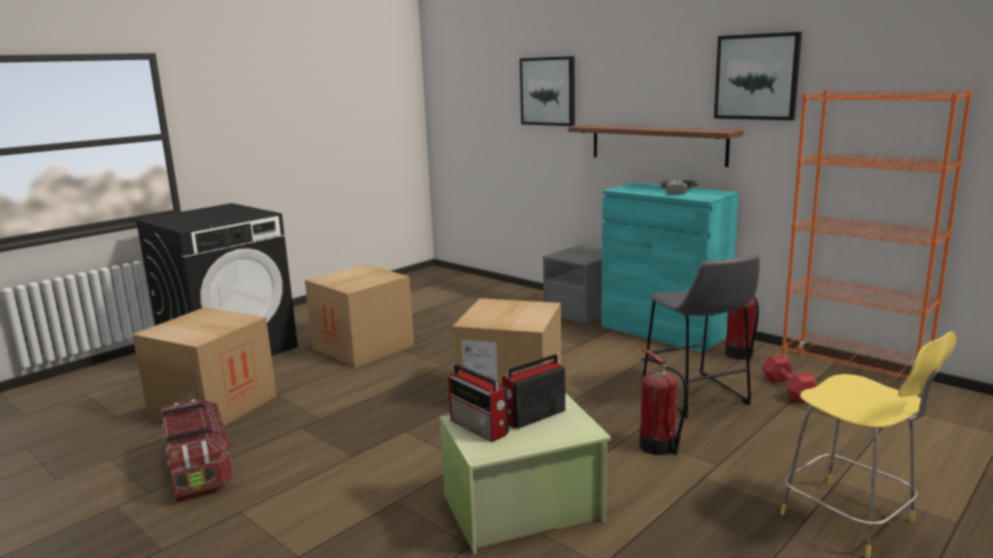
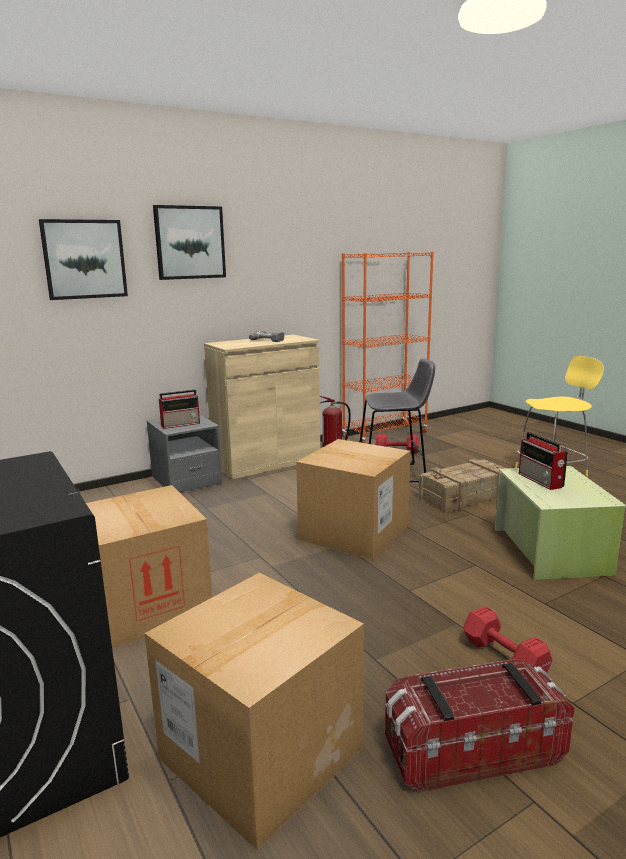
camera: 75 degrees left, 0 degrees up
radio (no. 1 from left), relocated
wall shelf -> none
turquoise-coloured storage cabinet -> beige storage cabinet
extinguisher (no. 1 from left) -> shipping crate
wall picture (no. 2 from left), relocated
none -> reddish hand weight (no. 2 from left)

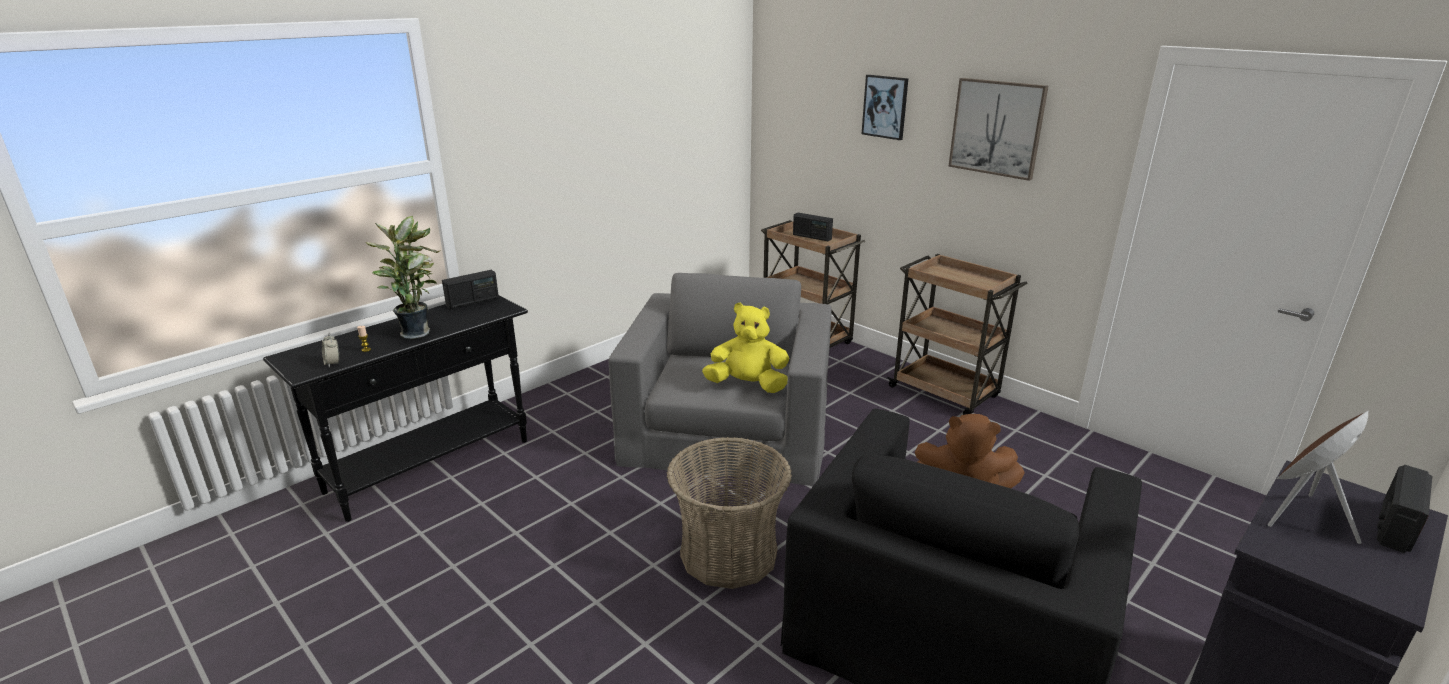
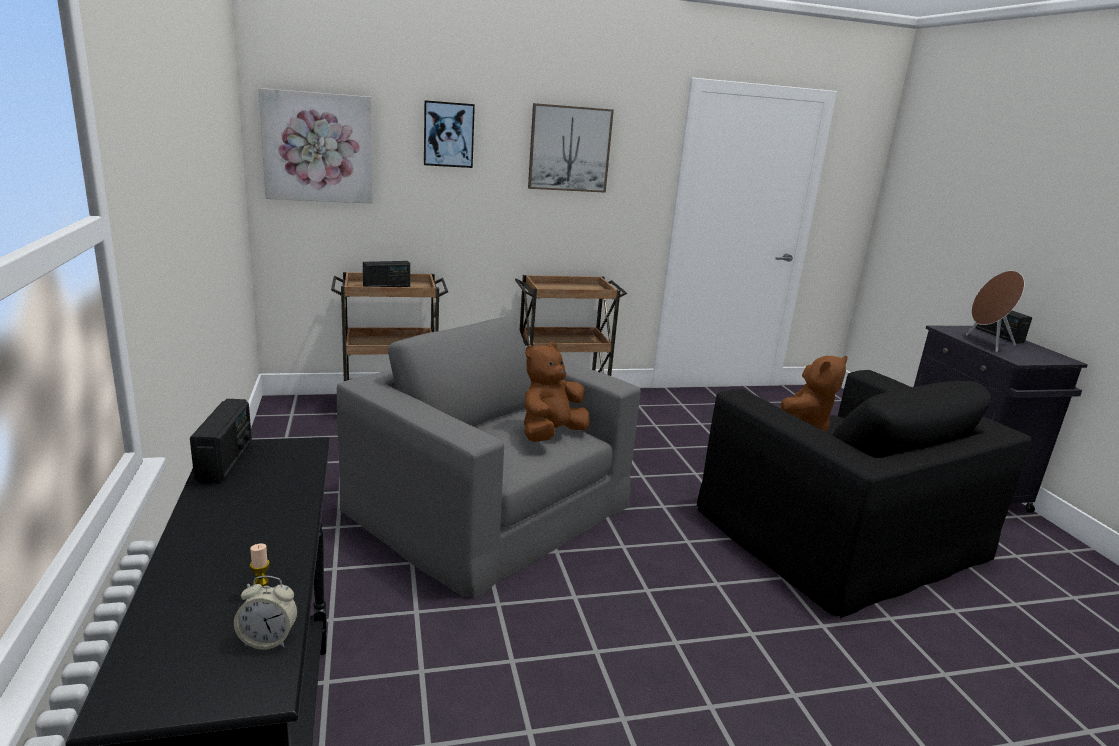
camera: 60 degrees left, 5 degrees down
plant in a pot -> none
storage basket -> none
yellow-coloured soft toy -> brown-coloured soft toy (no. 1 from left)
none -> wall picture (no. 1 from left)

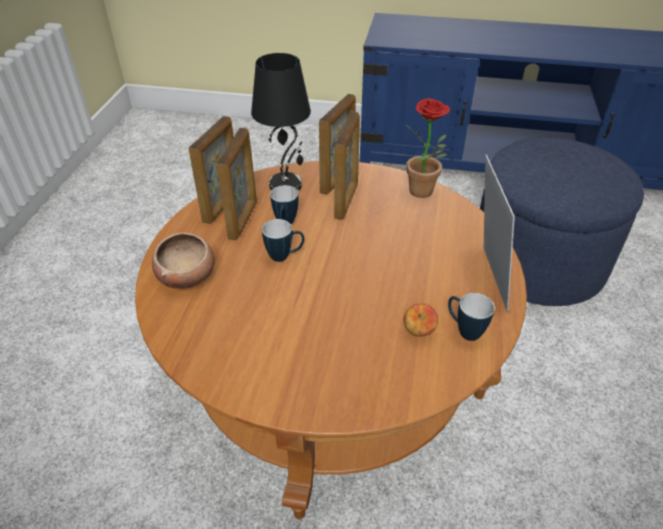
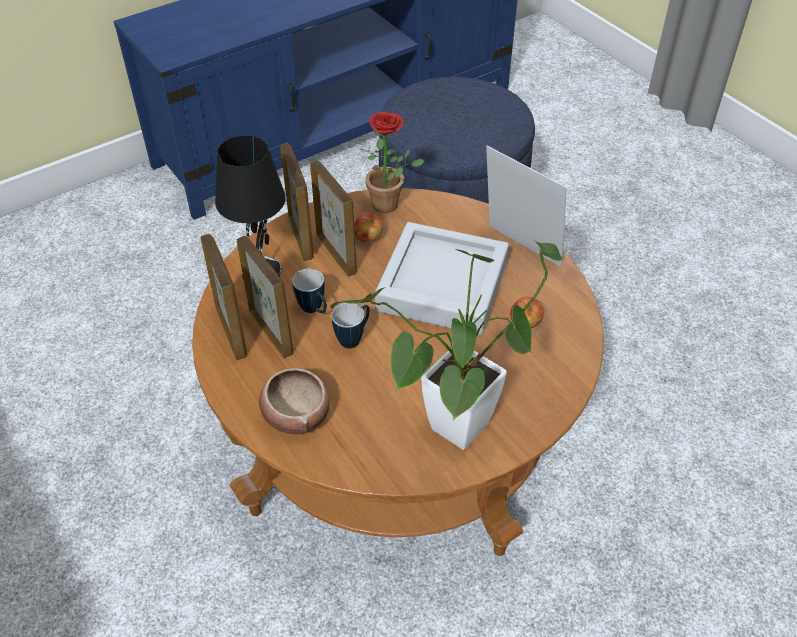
camera: 45 degrees left, 5 degrees up
coffee mug (no. 3 from left) -> none
none -> plant in a pot (no. 2 from left)
none -> apple fruit (no. 1 from left)
none -> gray tray

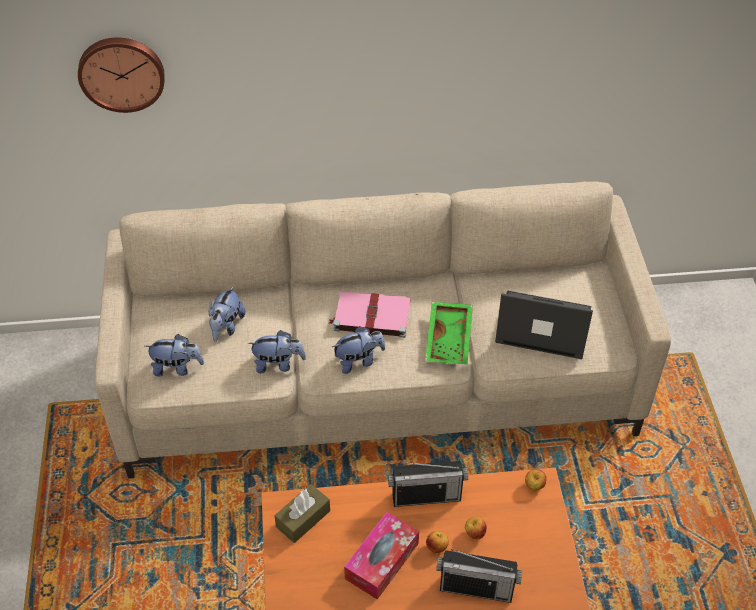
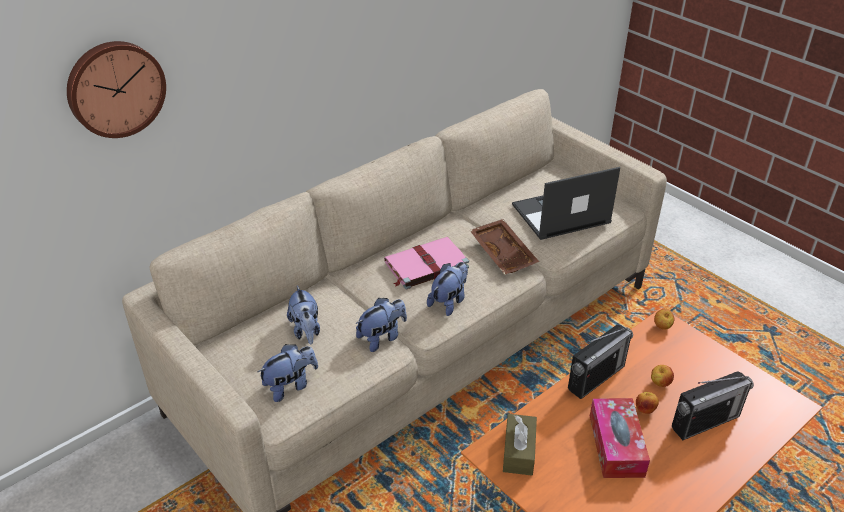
camera: 35 degrees left, 10 degrees down
green-coloured tray -> brown-coloured tray

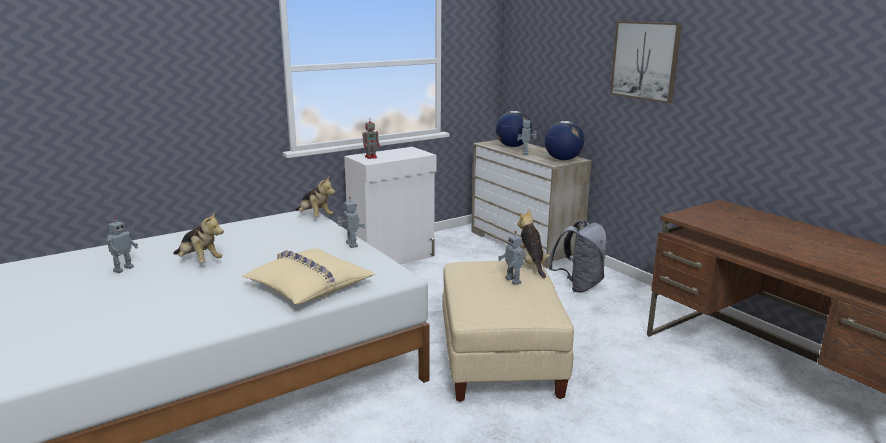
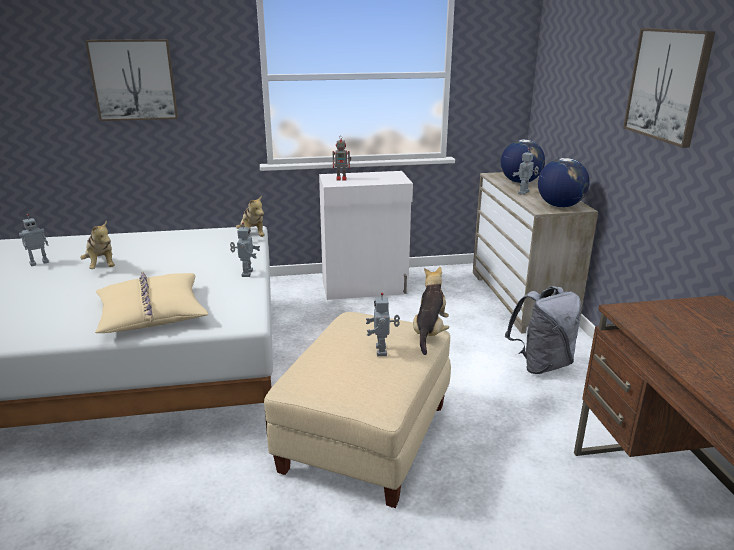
camera: 25 degrees right, 5 degrees up
none -> wall picture (no. 1 from left)

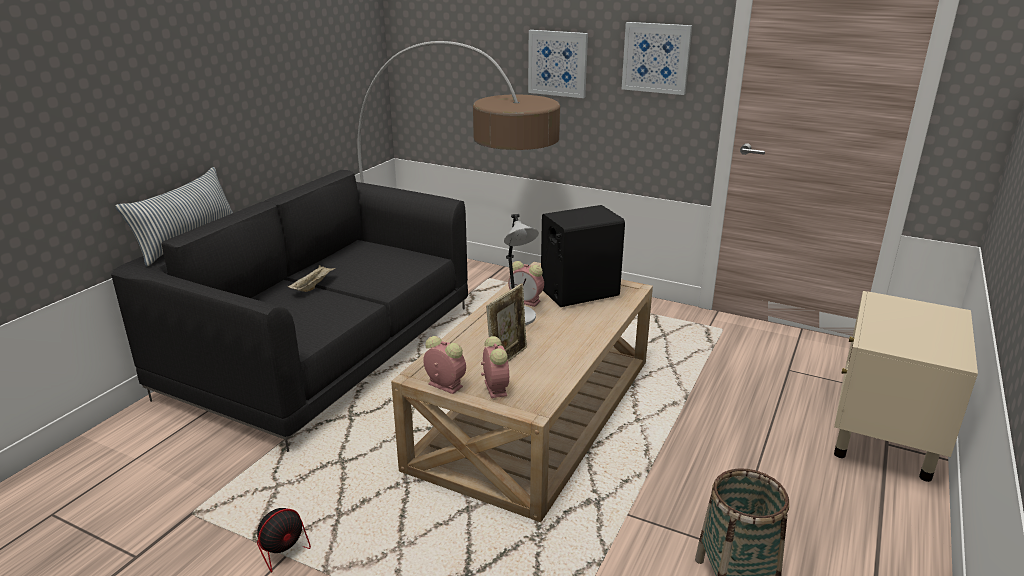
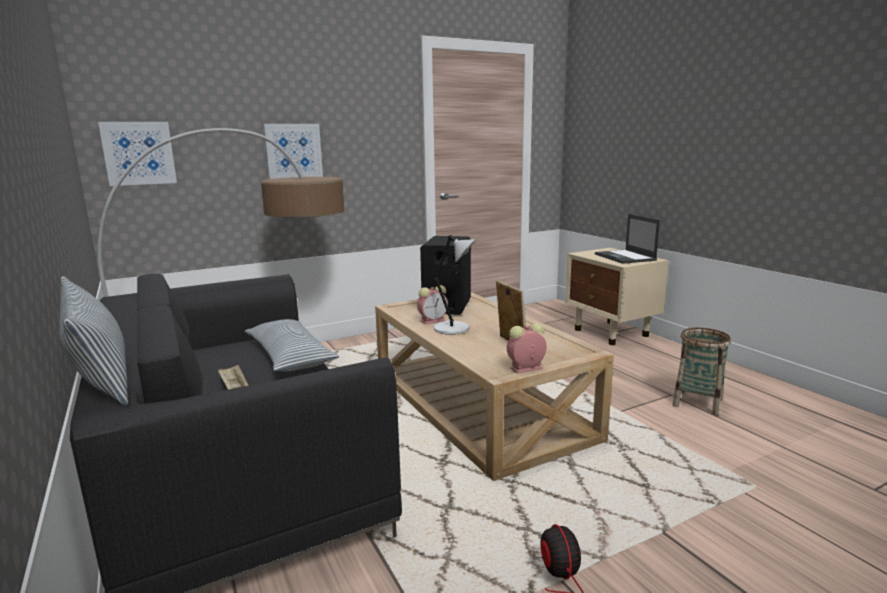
camera: 55 degrees left, 10 degrees down
alarm clock (no. 2 from left) -> none
wall picture (no. 2 from left in the first image) -> wall picture (no. 1 from left), relocated
none -> throw pillow (no. 2 from left)
none -> laptop

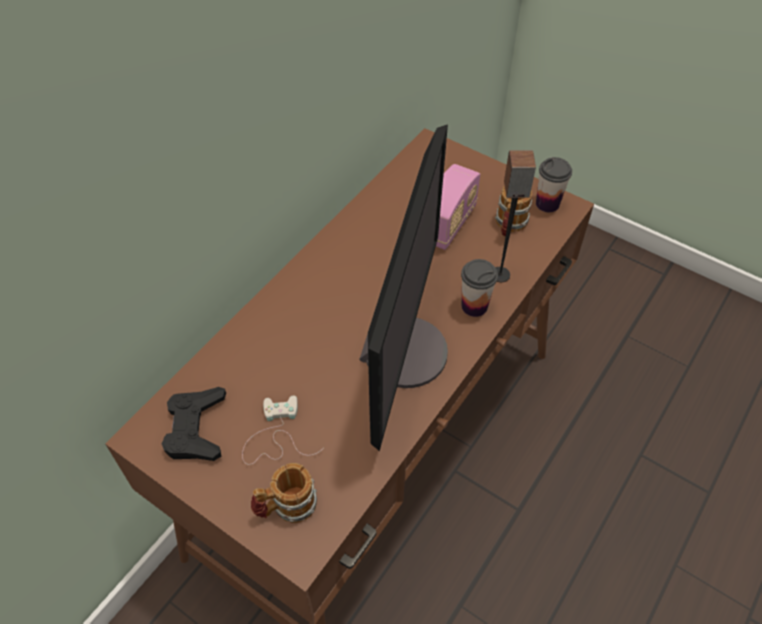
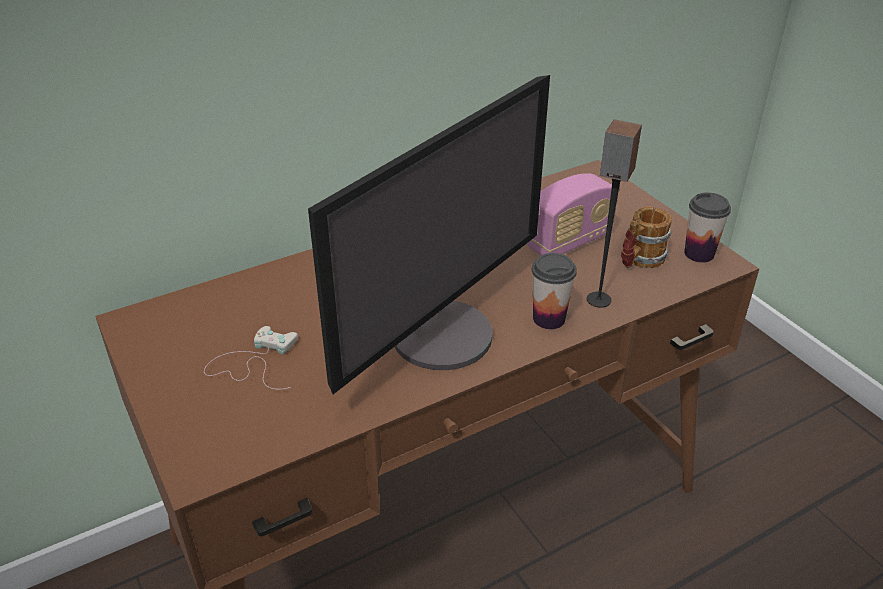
camera: 25 degrees right, 15 degrees down
black gamepad -> none
coffee mug (no. 1 from left) -> none

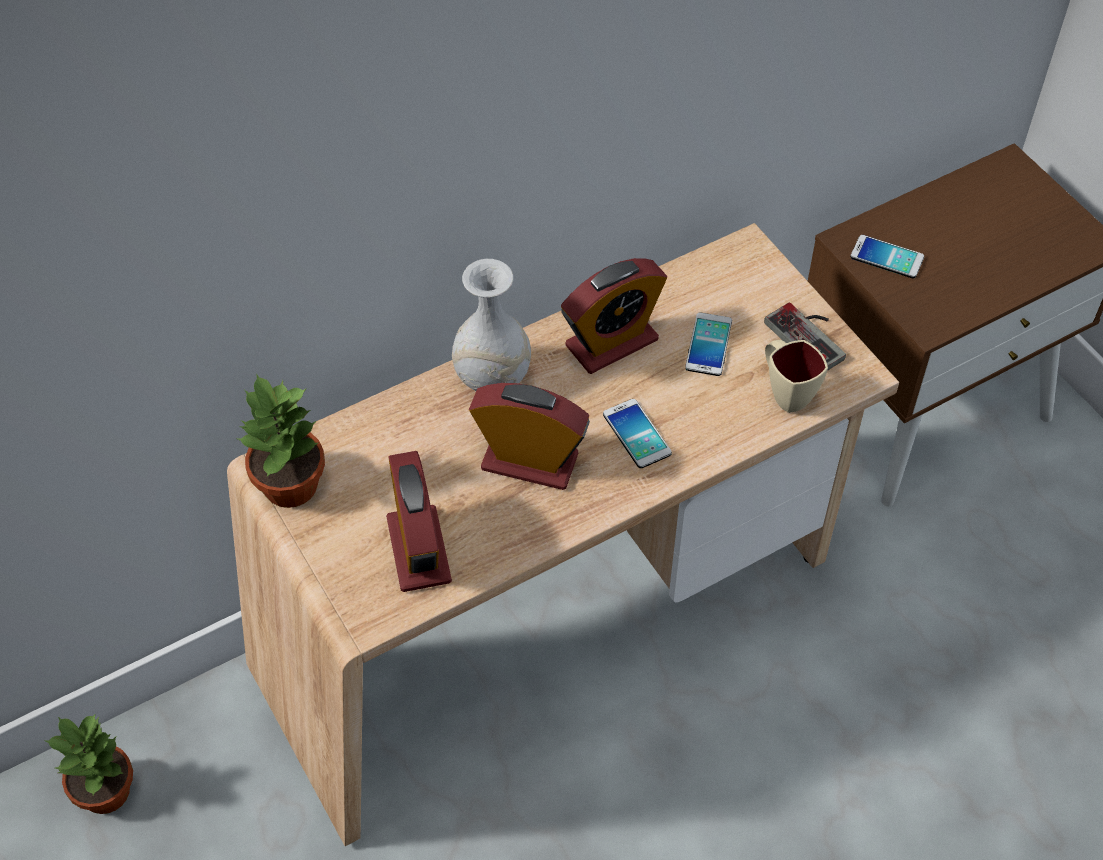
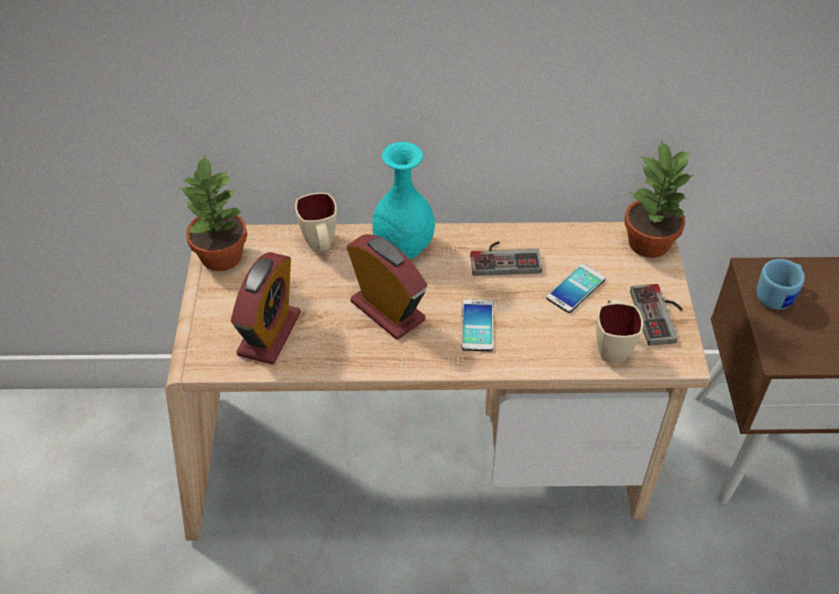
camera: 30 degrees right, 5 degrees down
plant in a pot (no. 1 from left in the first image) -> plant in a pot (no. 2 from left), relocated
white-coloured vase -> turquoise-coloured vase
alarm clock (no. 3 from left) -> gamepad (no. 1 from left)
handset (no. 3 from left) -> blue-coloured coffee mug
none -> beige coffee mug (no. 1 from left)

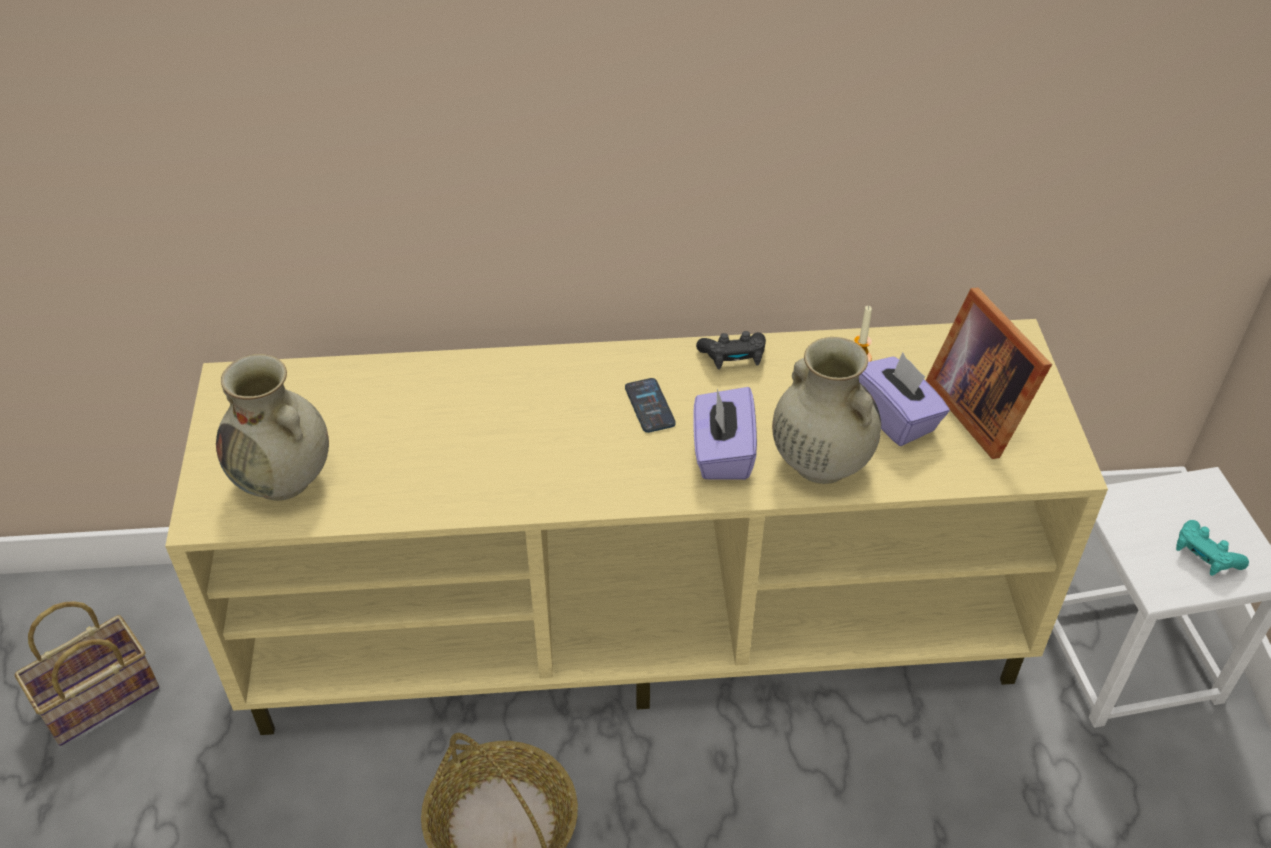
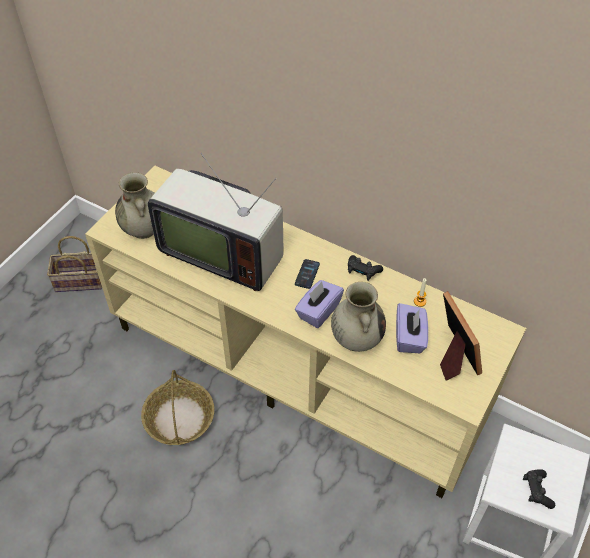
camera: 35 degrees right, 5 degrees up
photo frame, 150 degrees clockwise
turquoise-coloured gamepad -> black gamepad (no. 2 from left)
none -> television

